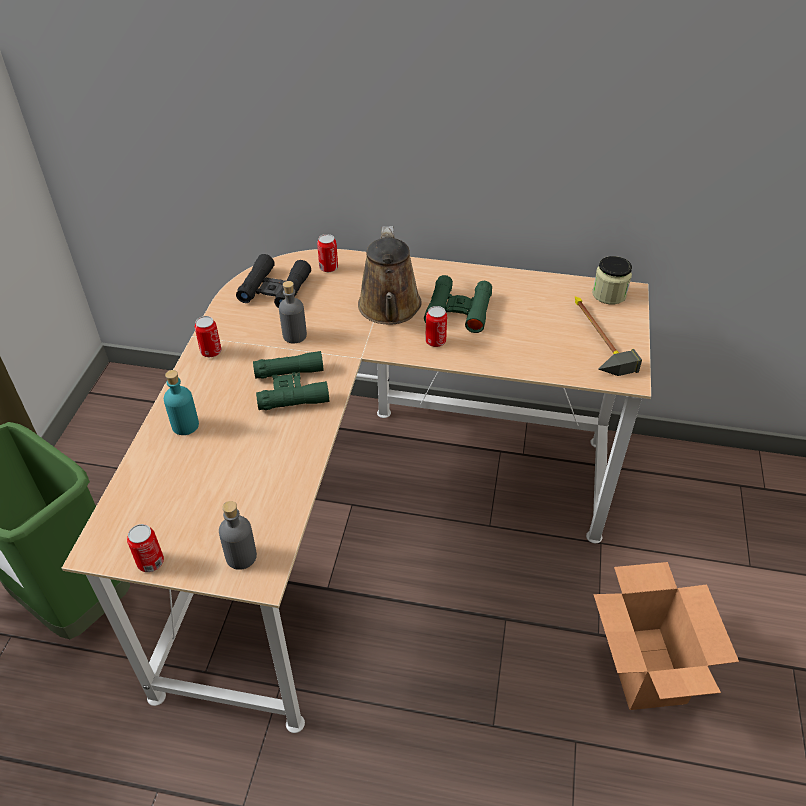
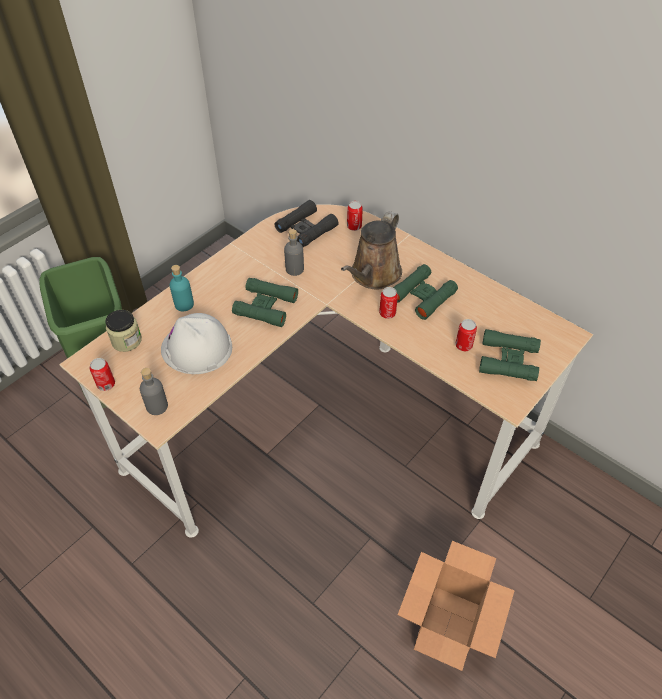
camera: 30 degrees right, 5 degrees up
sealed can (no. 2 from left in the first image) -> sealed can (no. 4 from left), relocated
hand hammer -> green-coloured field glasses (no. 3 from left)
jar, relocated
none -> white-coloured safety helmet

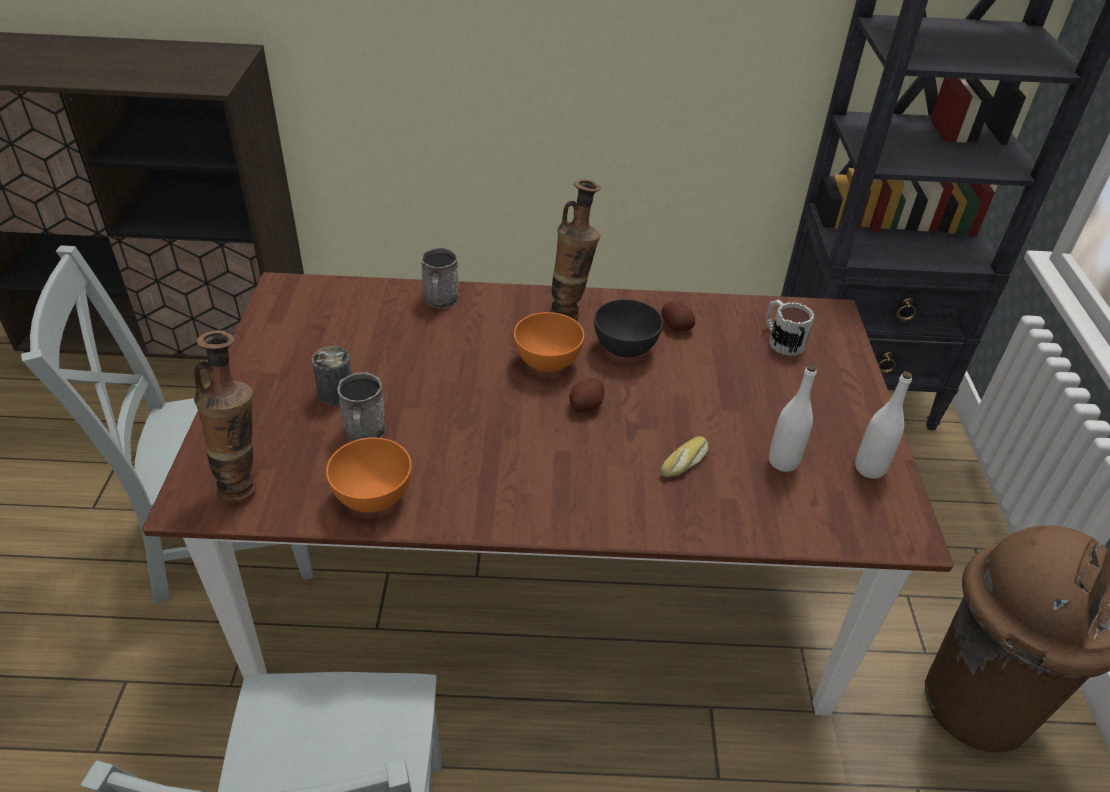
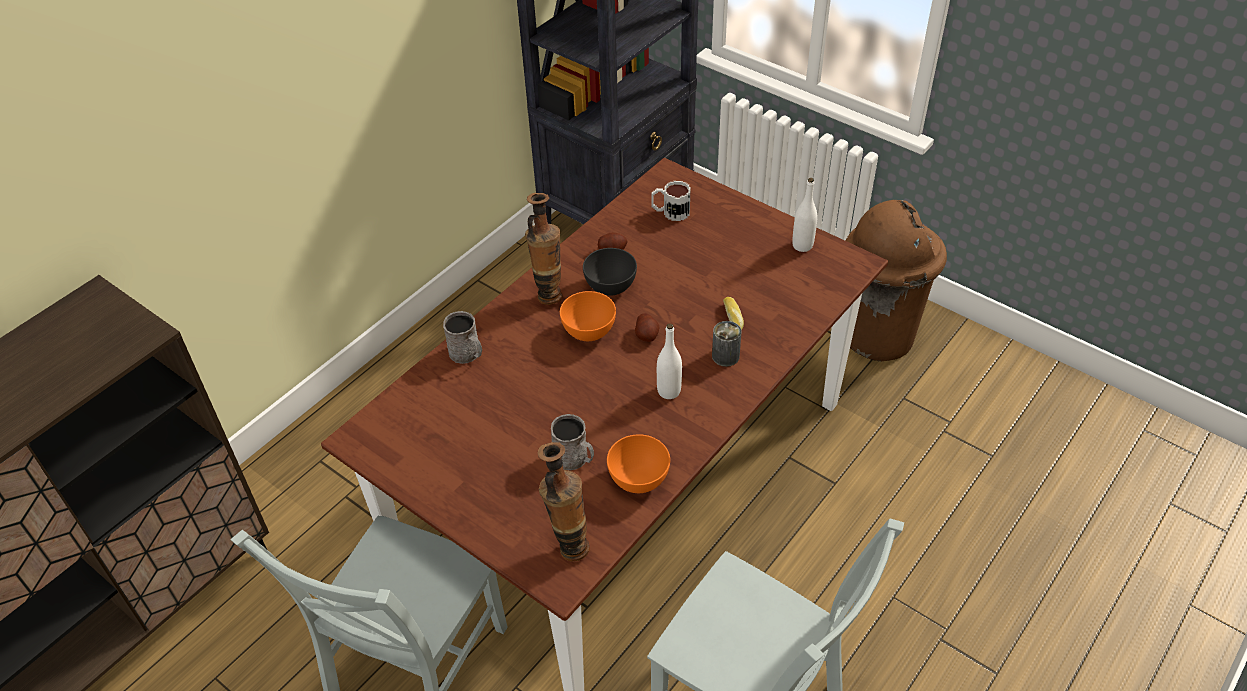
camera: 50 degrees left, 5 degrees up
sealed can, relocated
white-coloured beverage bottle (no. 1 from left), relocated

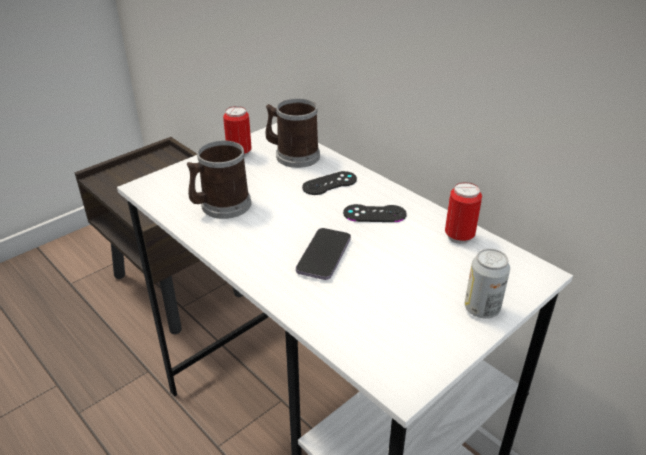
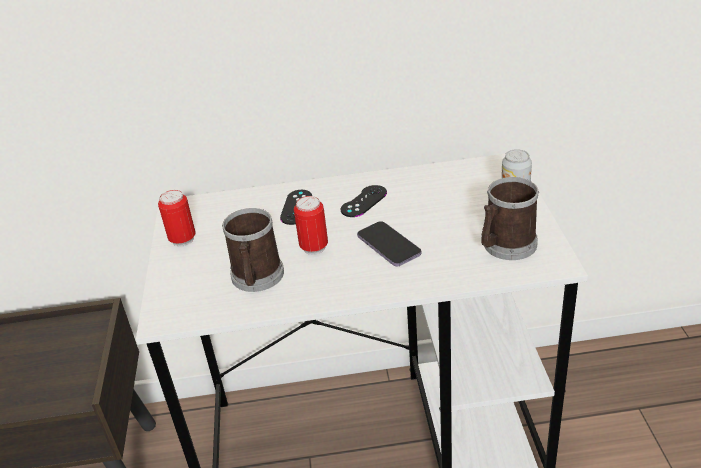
camera: 50 degrees left, 0 degrees up
coffee mug (no. 2 from left), relocated
sealed can (no. 2 from left), relocated

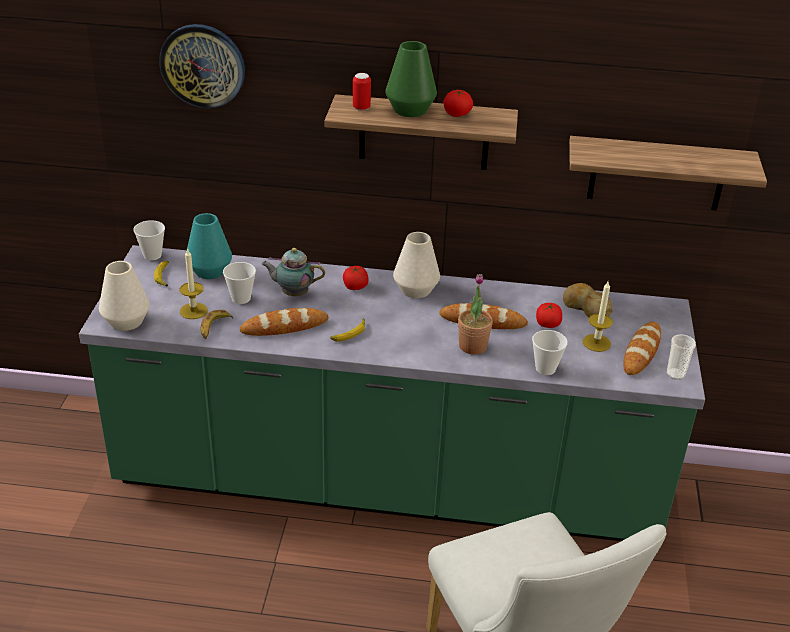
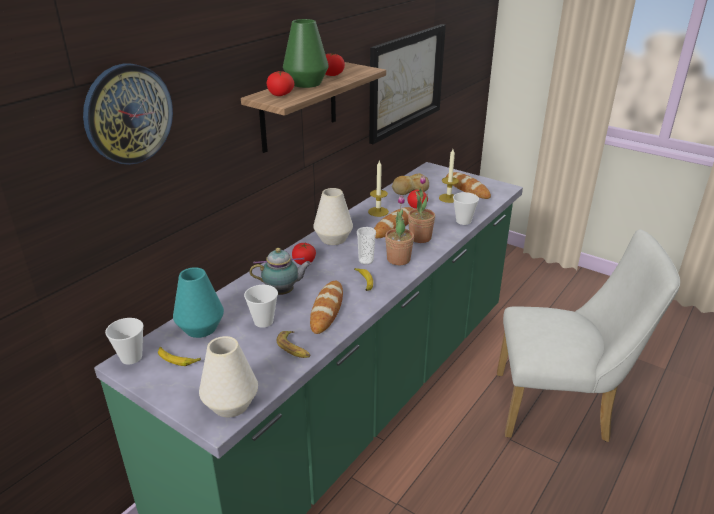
camera: 60 degrees left, 5 degrees down
wax candle (no. 1 from left), relocated
pot for tea, 135 degrees counterclockwise
sealed can -> whole tomato (no. 1 from left)
wall shelf (no. 2 from left) -> wall picture
cup (no. 4 from left in the first image) -> cup (no. 3 from left), relocated
none -> plant in a pot (no. 1 from left)

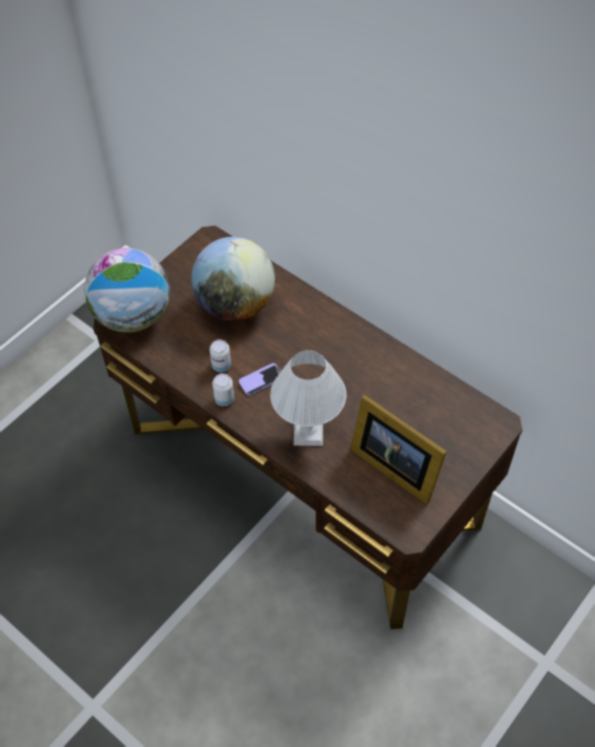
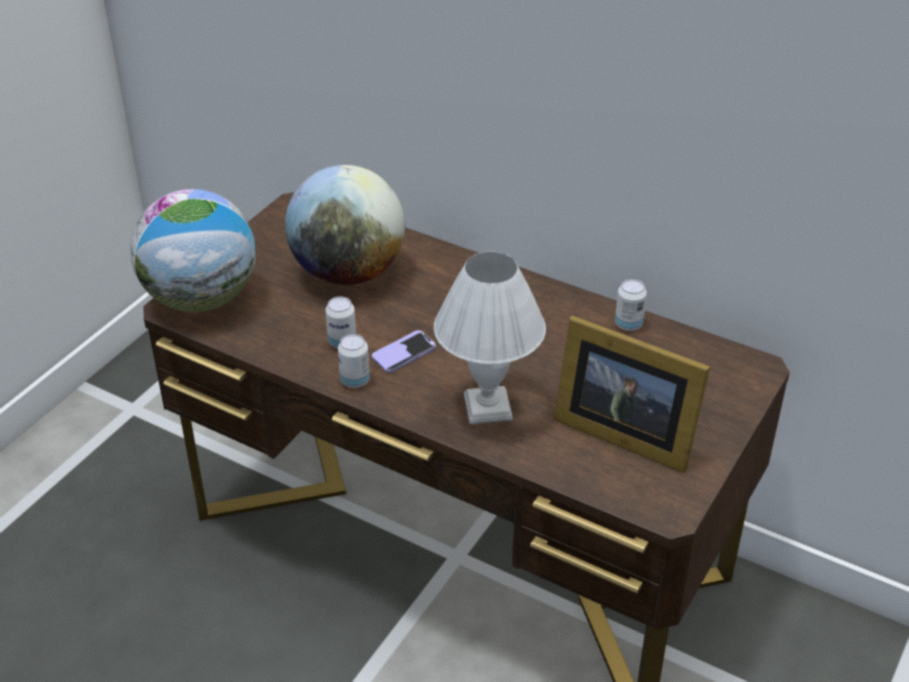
camera: 10 degrees left, 15 degrees down
none -> sealed can (no. 3 from left)

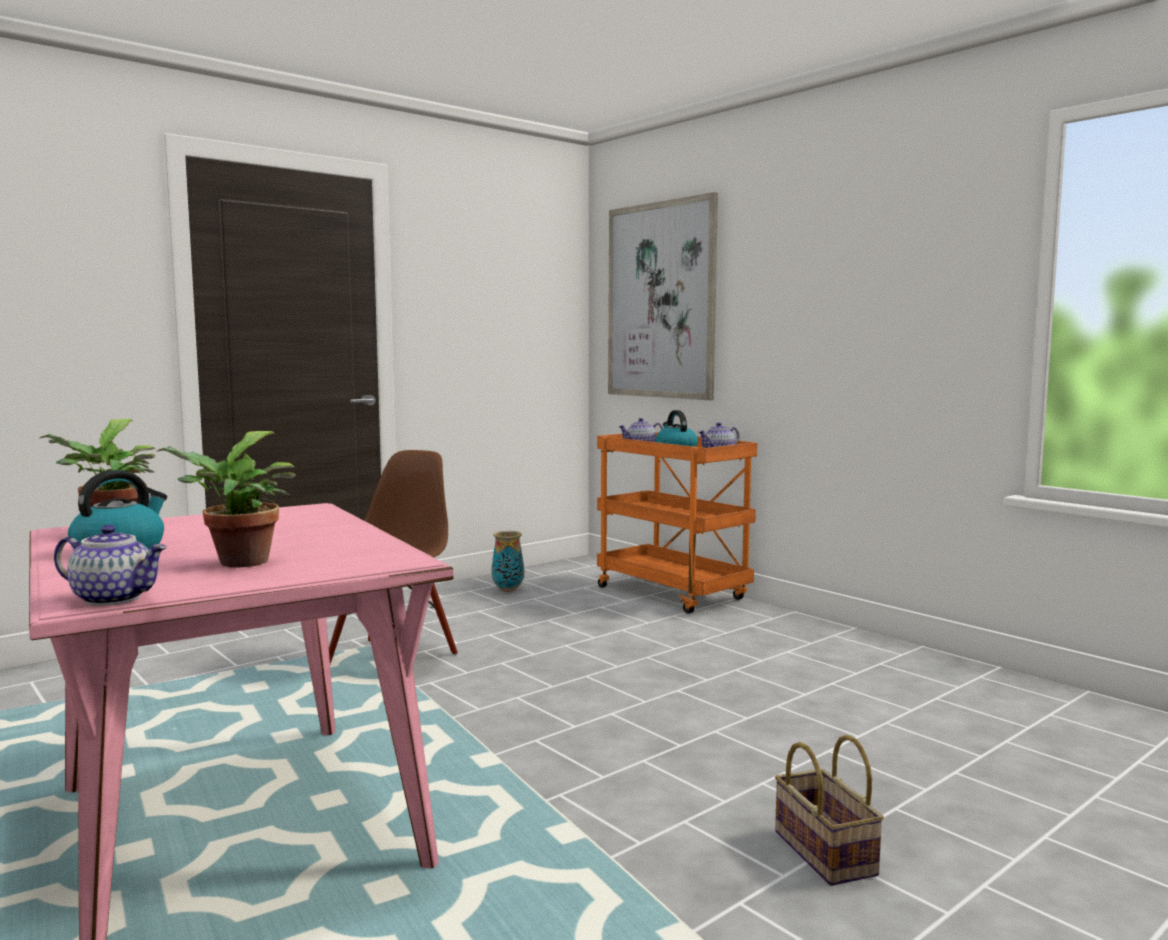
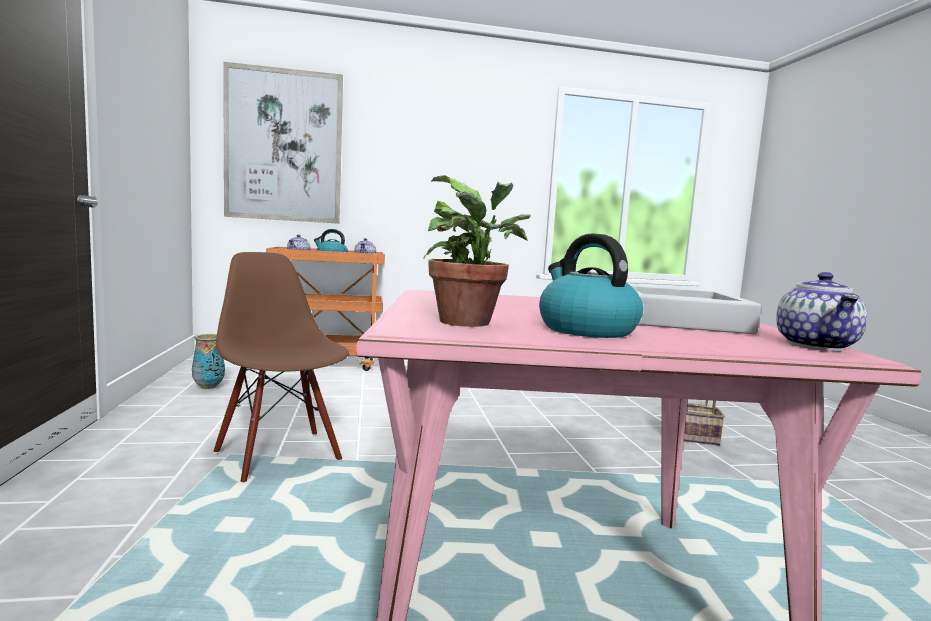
camera: 60 degrees left, 0 degrees up
pot for tea (no. 1 from left in the first image) -> pot for tea (no. 3 from left), 150 degrees clockwise
plant in a pot (no. 2 from left) -> gray tray

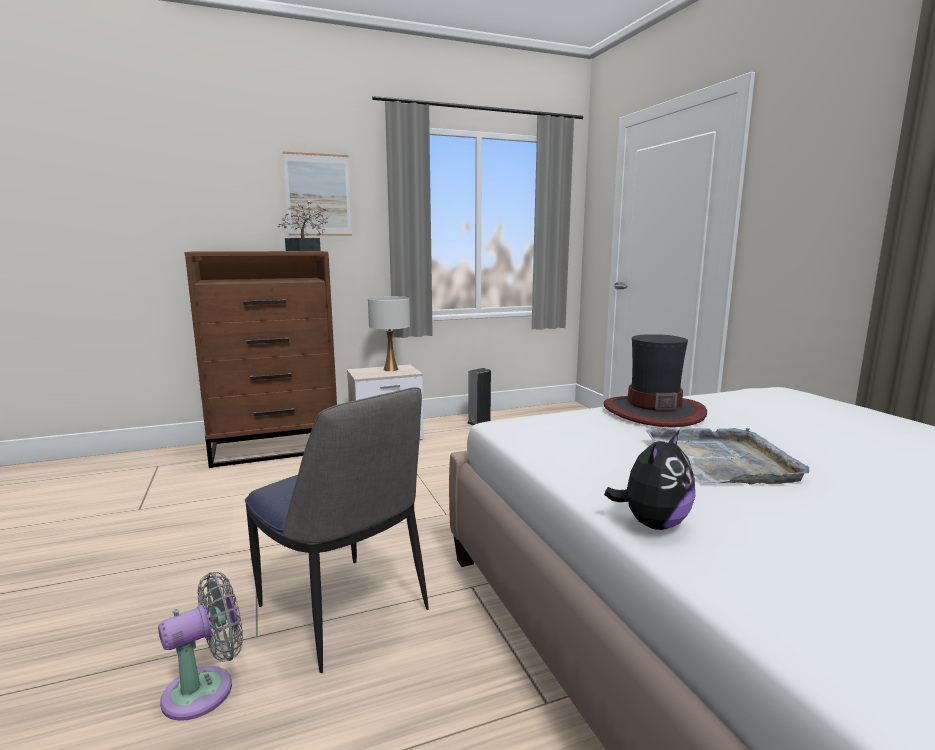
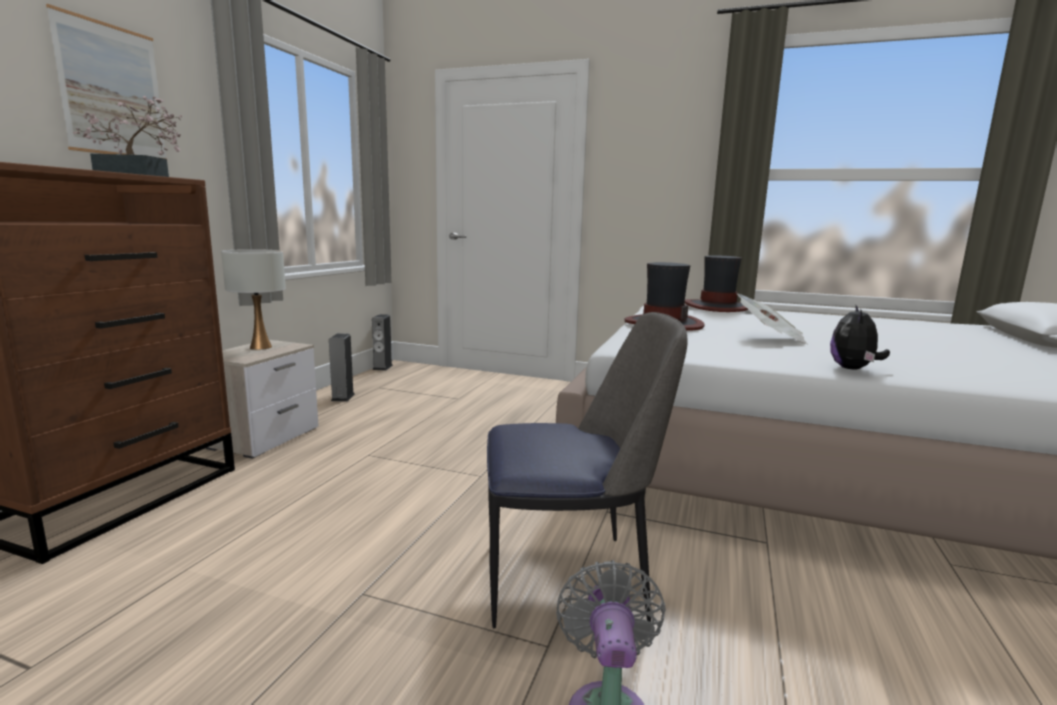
camera: 50 degrees left, 0 degrees up
soft toy, 150 degrees counterclockwise
gray tray -> daily paper
none -> loudspeaker (no. 2 from left)
none -> hat (no. 2 from left)

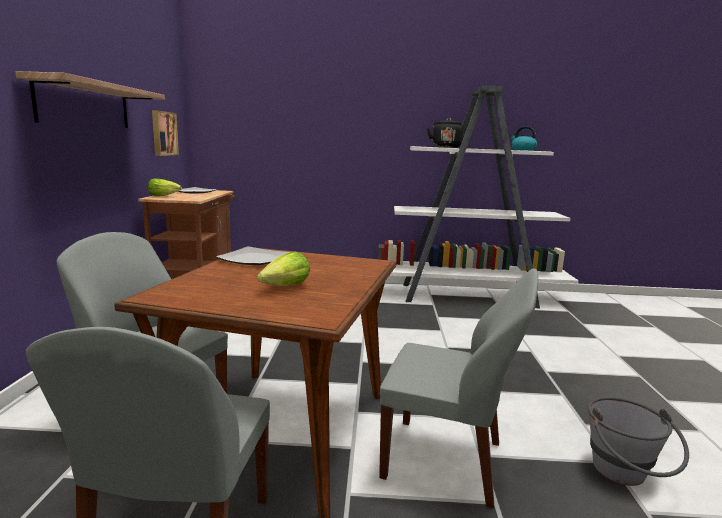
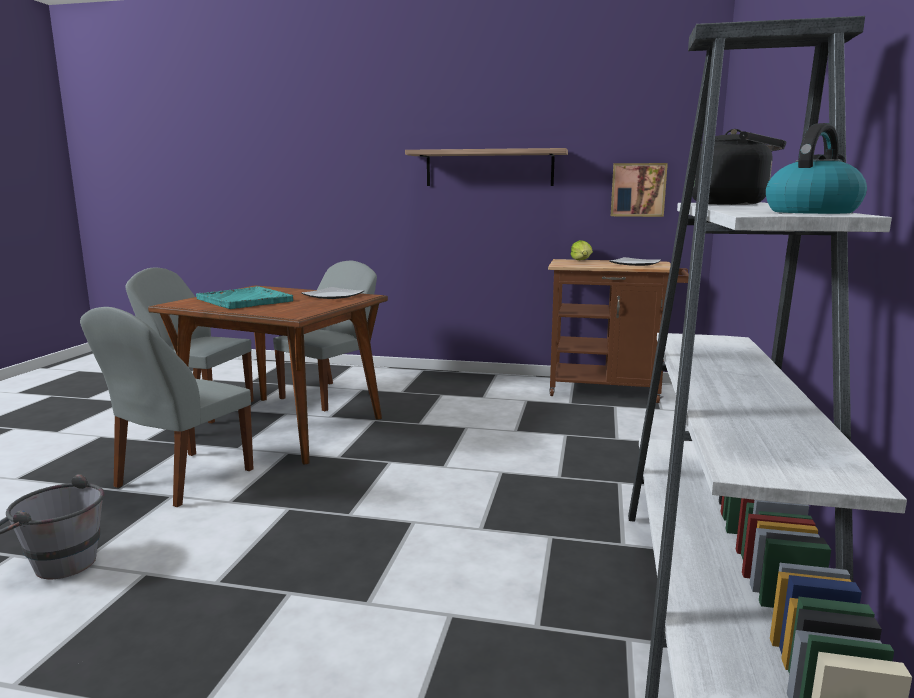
camera: 100 degrees right, 0 degrees up
lettuce head (no. 2 from left) -> turquoise-coloured tray

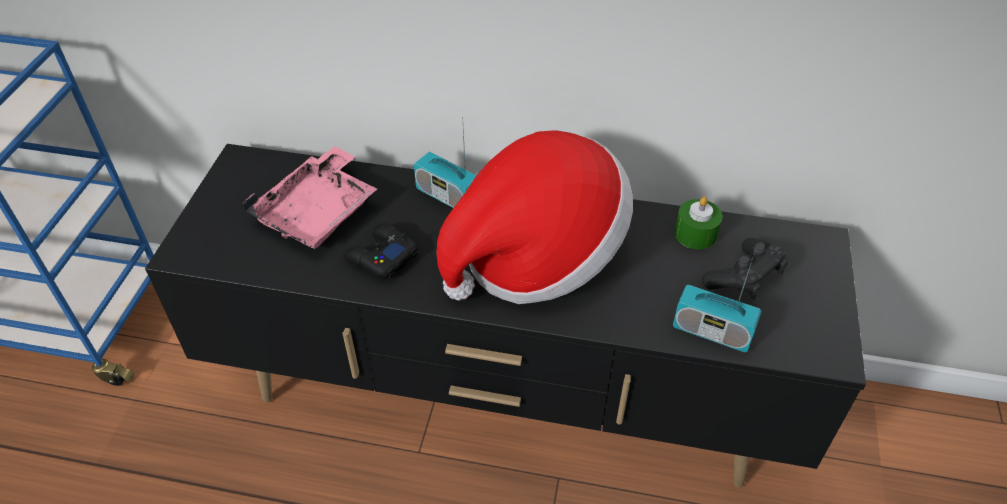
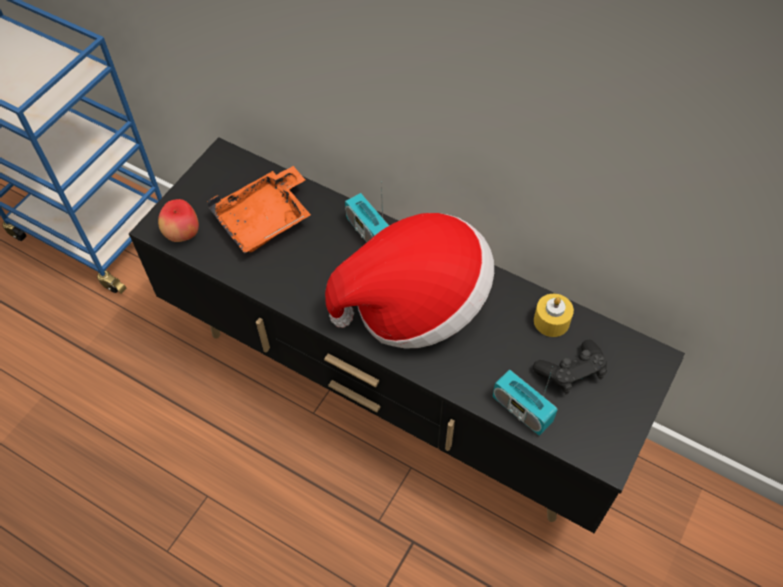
camera: 20 degrees right, 10 degrees up
pink tray -> orange tray
black gamepad (no. 1 from left) -> none
green-coloured wax candle -> yellow-coloured wax candle
none -> apple fruit

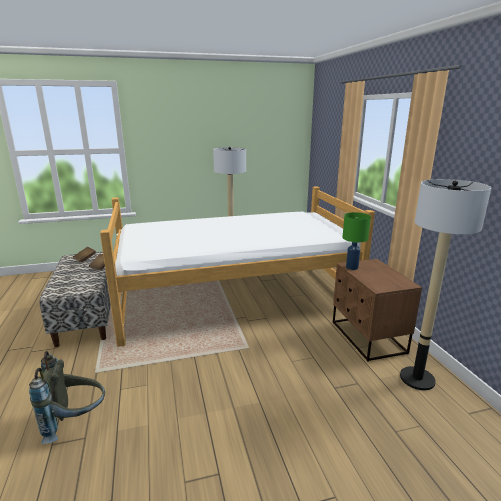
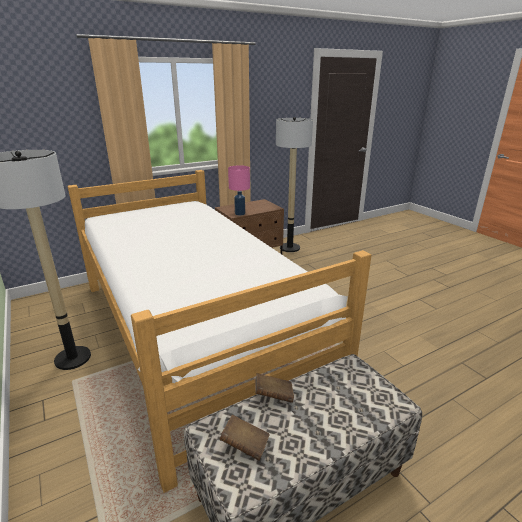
camera: 105 degrees left, 5 degrees up
gray backpack -> none
green-coloured table lamp -> pink table lamp

